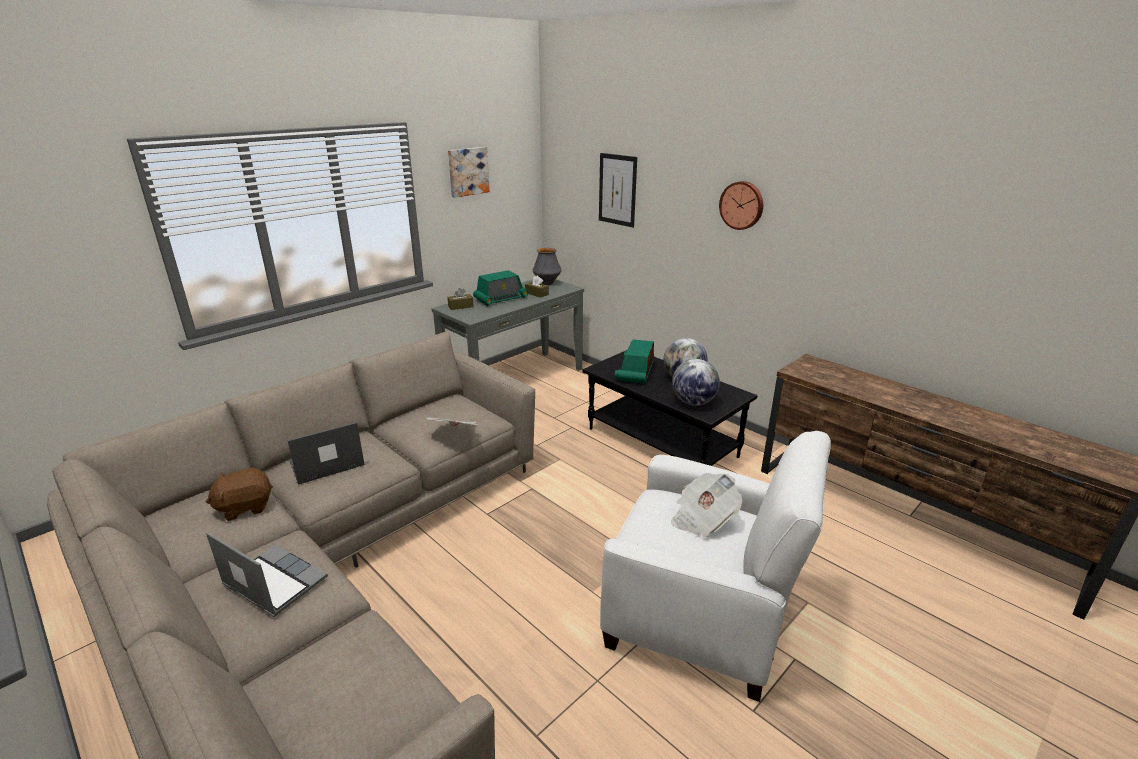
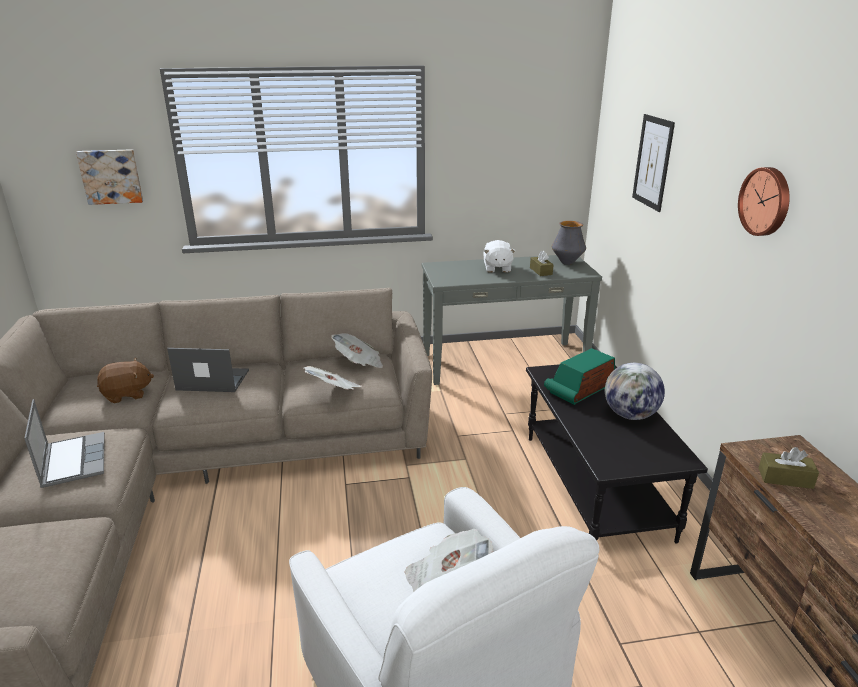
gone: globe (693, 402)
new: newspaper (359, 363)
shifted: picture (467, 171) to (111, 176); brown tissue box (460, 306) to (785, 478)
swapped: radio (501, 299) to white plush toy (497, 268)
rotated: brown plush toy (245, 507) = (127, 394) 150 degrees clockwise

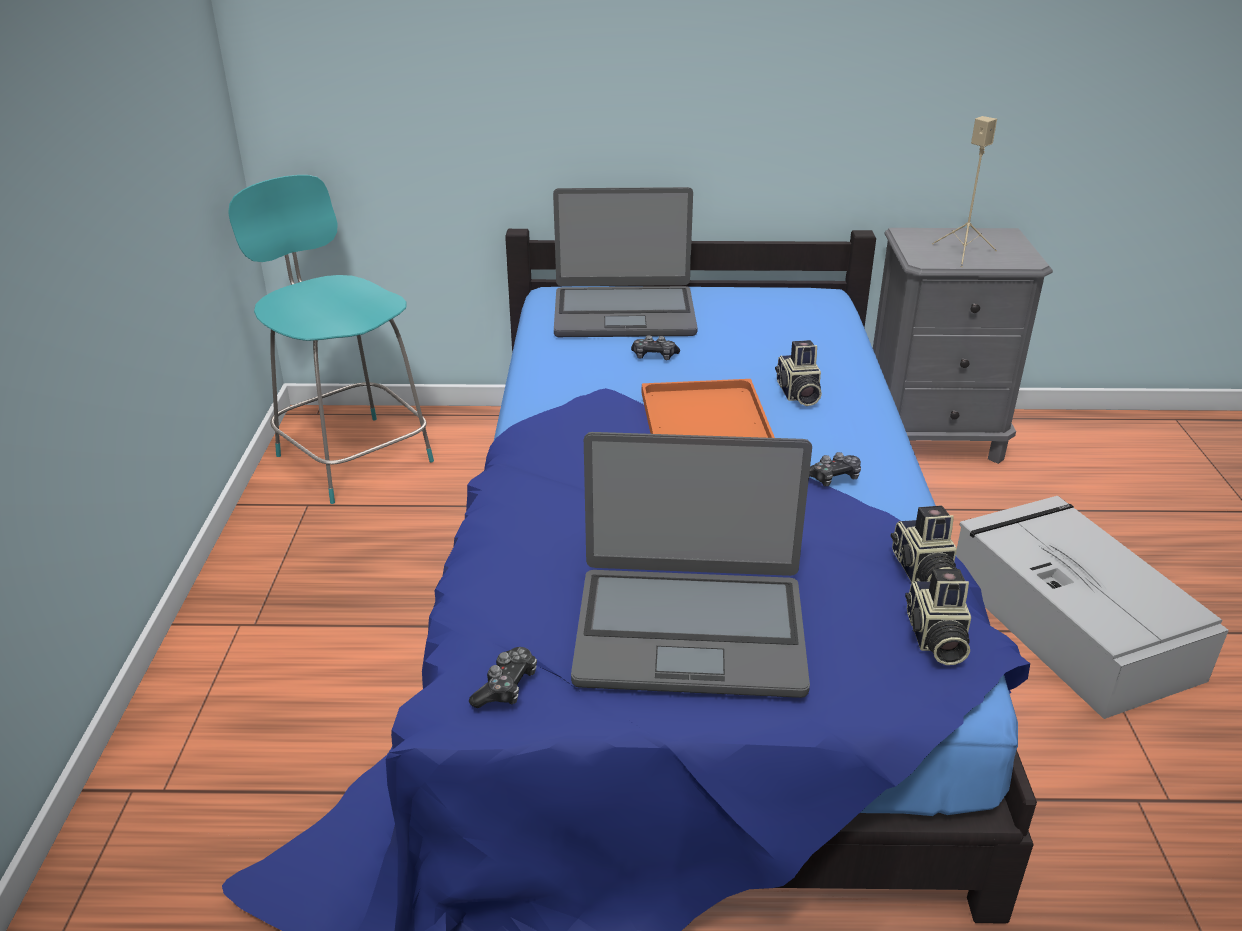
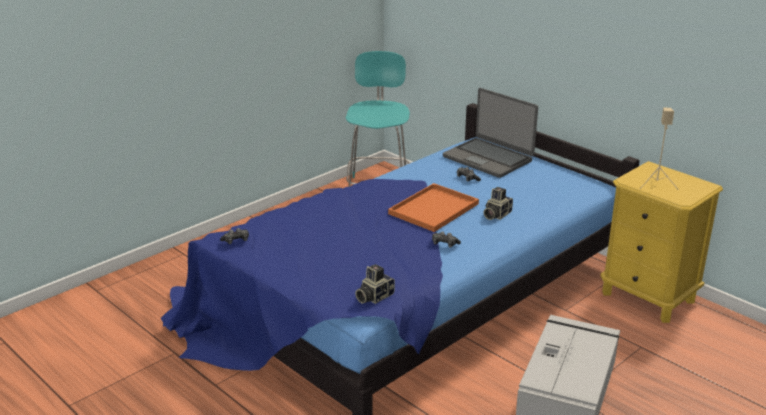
gone: laptop (690, 631); photo camera (922, 572)
repainted: grey nightstand (933, 438) to yellow nightstand (648, 297)

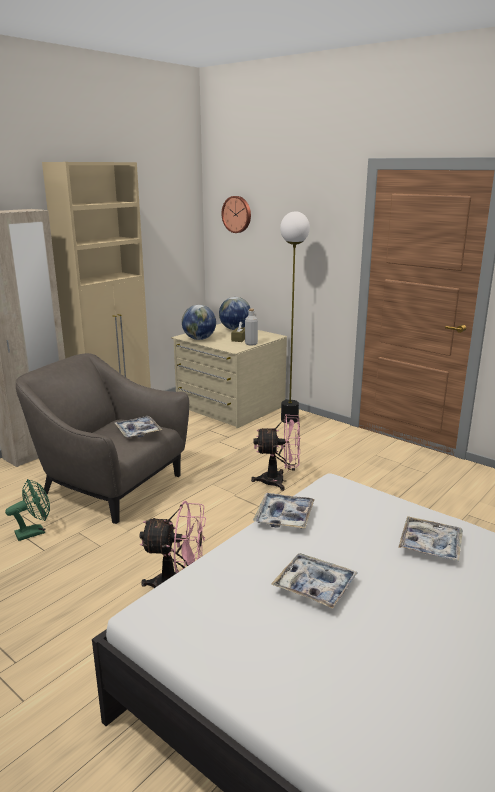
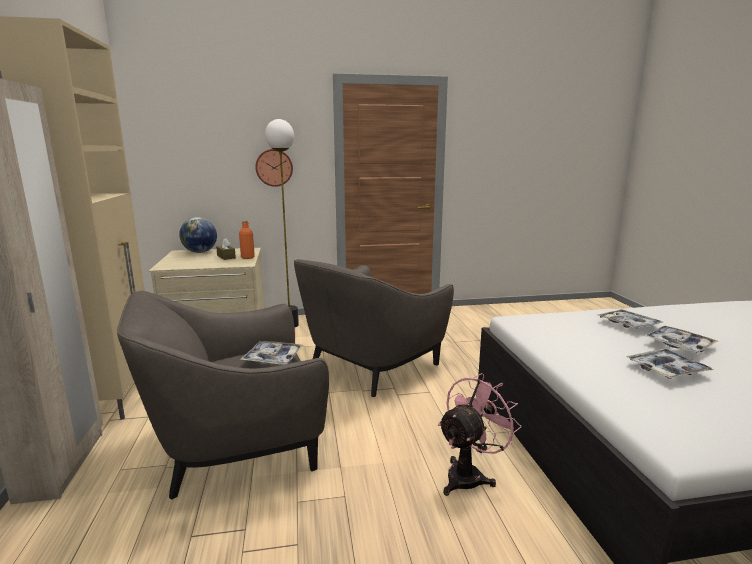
gone: green fan (35, 532); globe (199, 339)
shifted: wall clock (237, 214) to (274, 167); tray (284, 516) to (678, 345)
swapped: pink fan (279, 481) to grey armchair (371, 365)
repainted: grey bottle (251, 344) to orange bottle (247, 257)

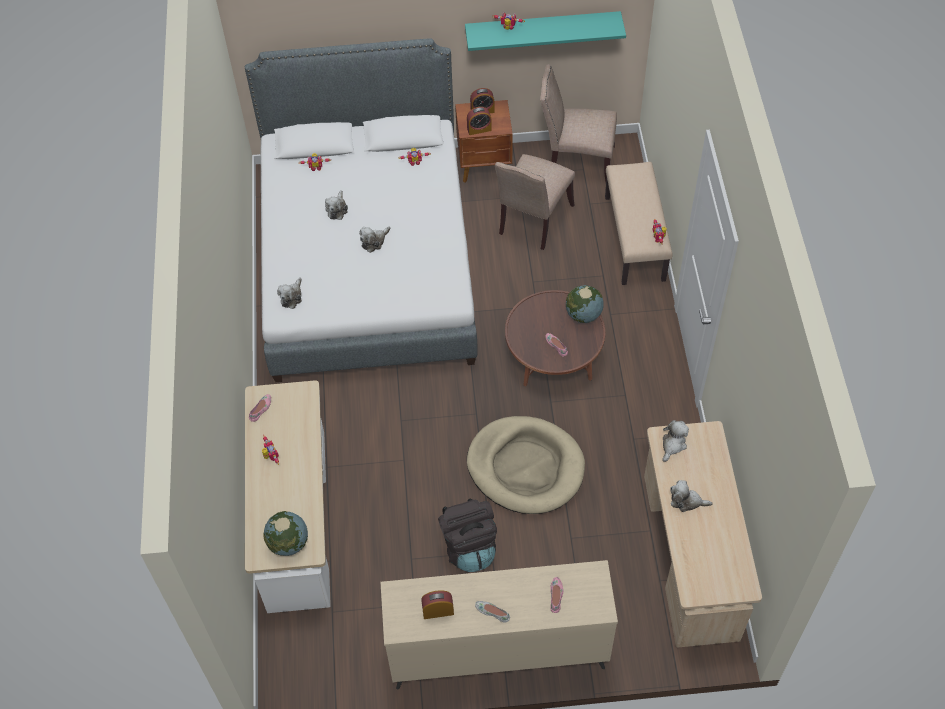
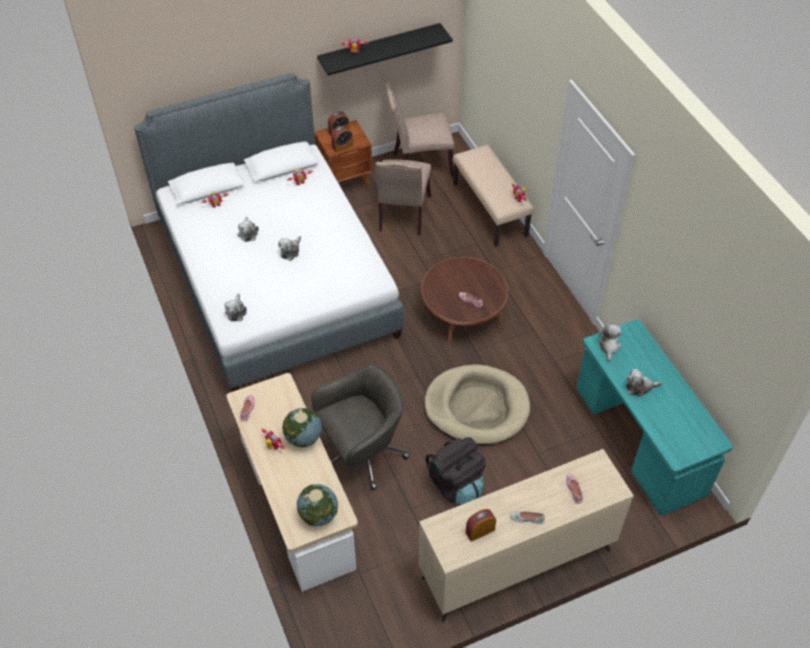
new: grey office chair (362, 453)
shifted: globe (583, 315) to (303, 438)
repainted: turquoise shelf (542, 28) to black shelf (379, 49); beige desk (690, 556) to turquoise desk (639, 441)

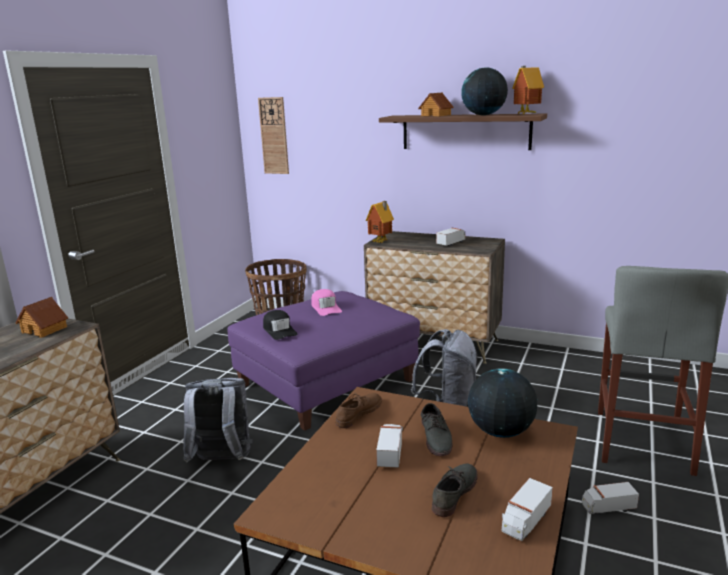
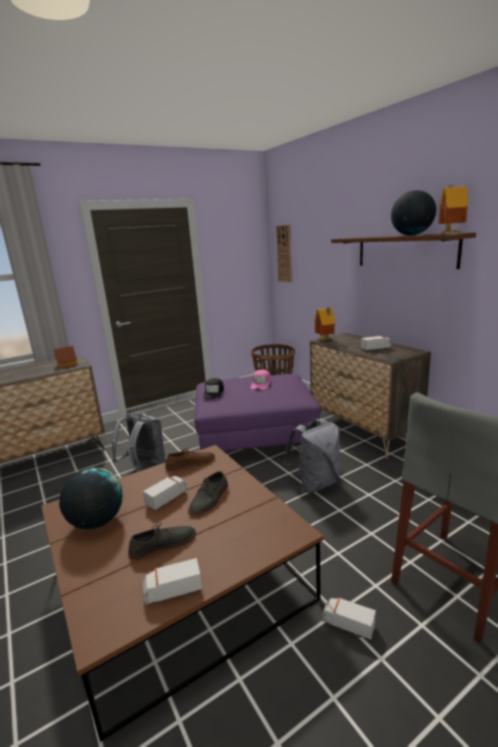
gone: toy house (436, 115)
shifted: globe (500, 432) to (97, 522)

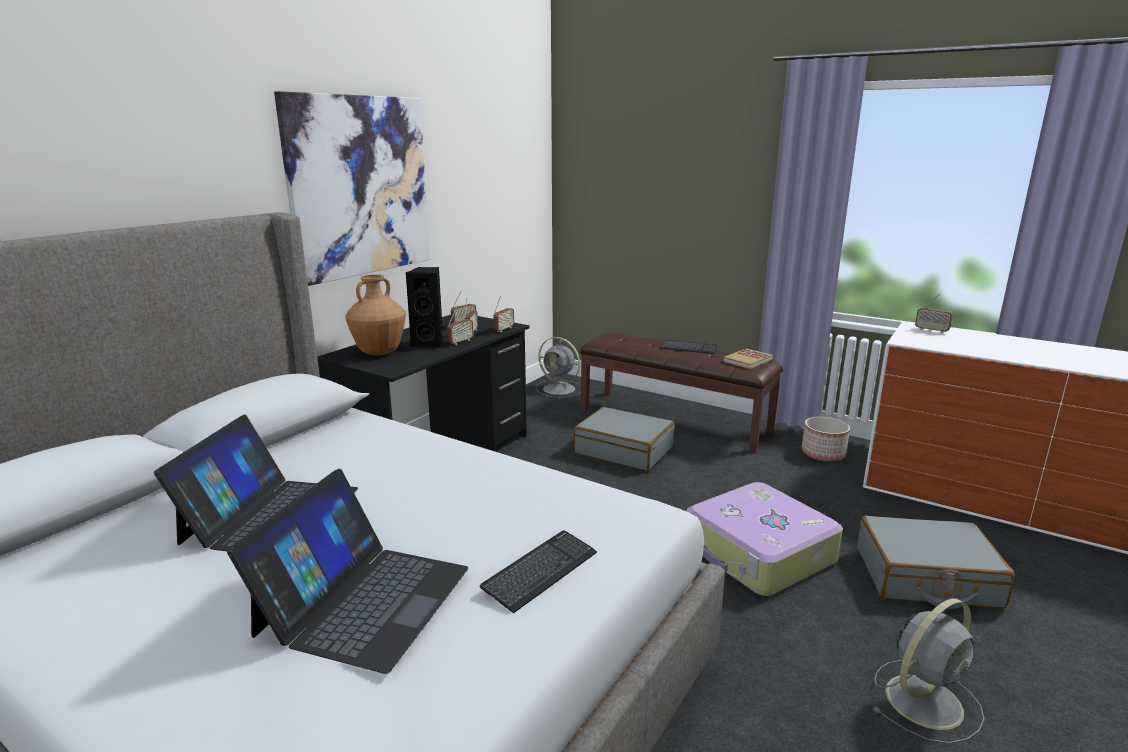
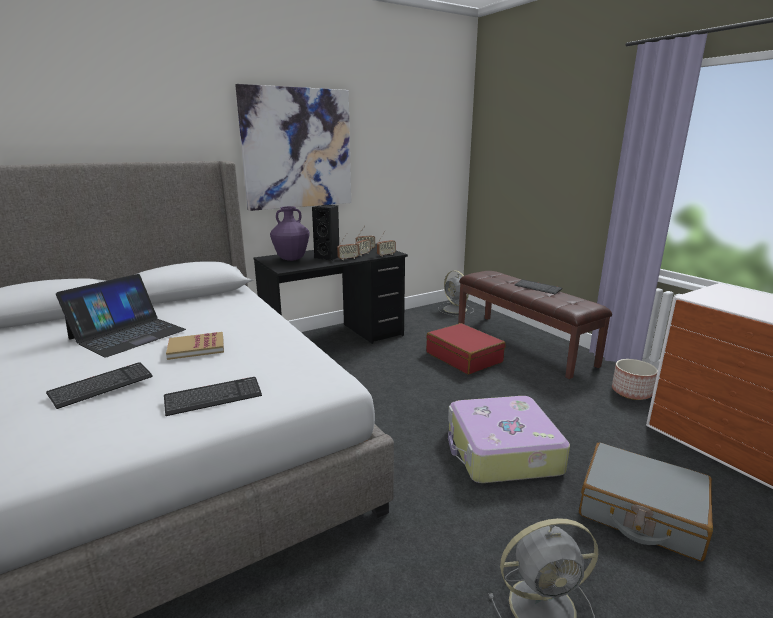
gone: radio (931, 330)
shifted: book (747, 361) to (196, 348)
swapped: laptop (364, 600) to keyboard (102, 386)
repainted: brown vase (379, 353) to purple vase (291, 259); grey suitcase (624, 450) to red suitcase (464, 357)

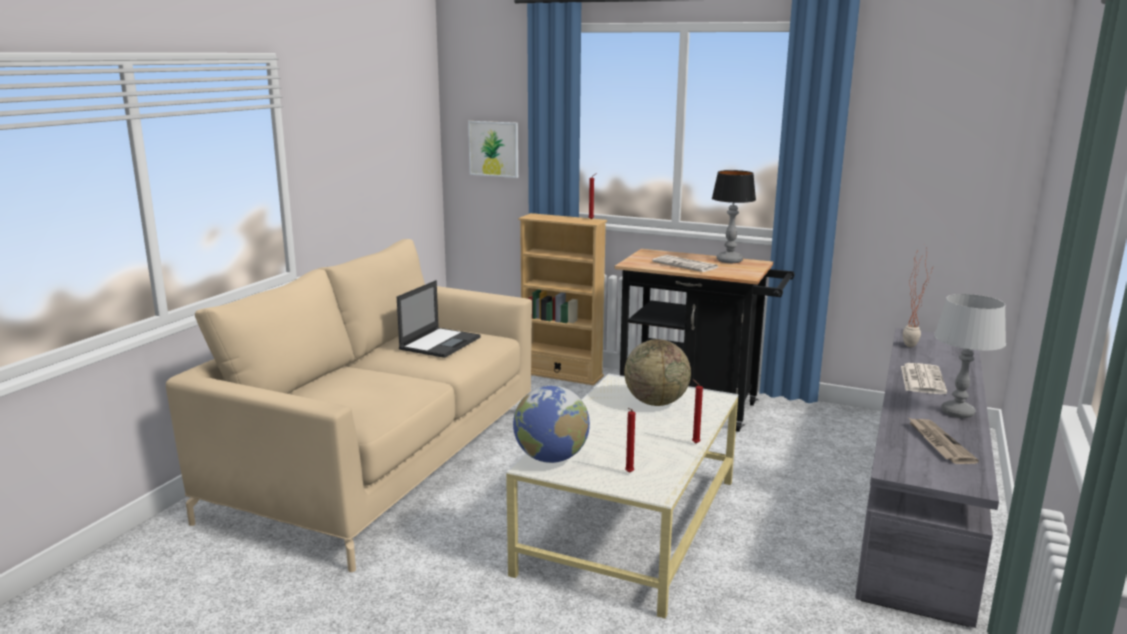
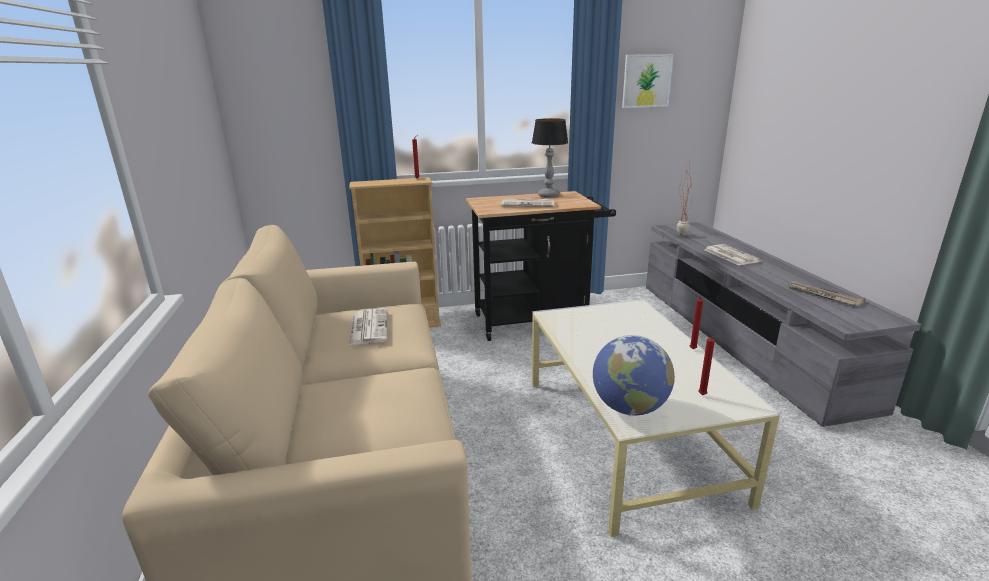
gone: globe (656, 402); grey table lamp (957, 412)
shifted: picture (494, 149) to (646, 81)
swapped: laptop (440, 343) to newspaper (368, 327)

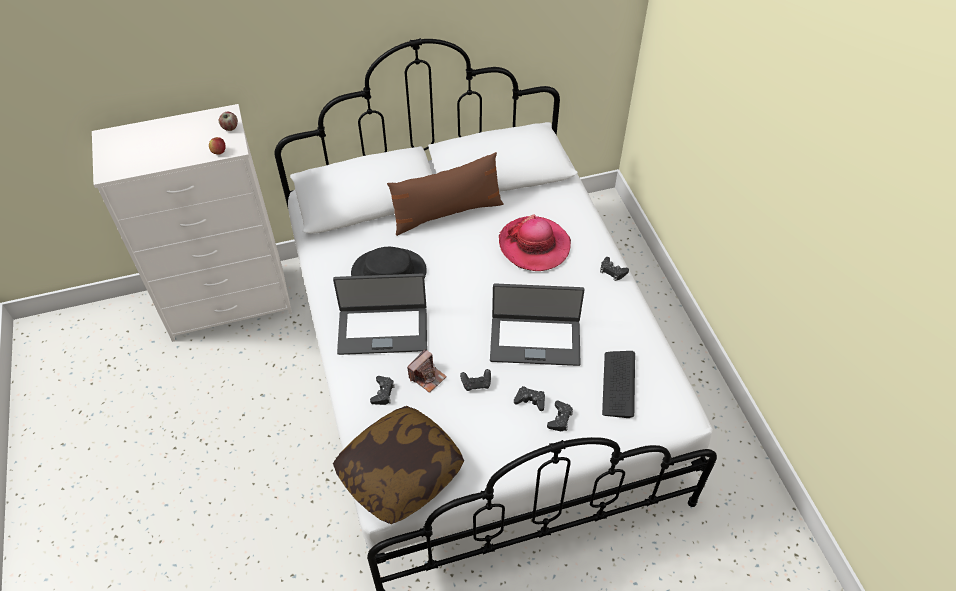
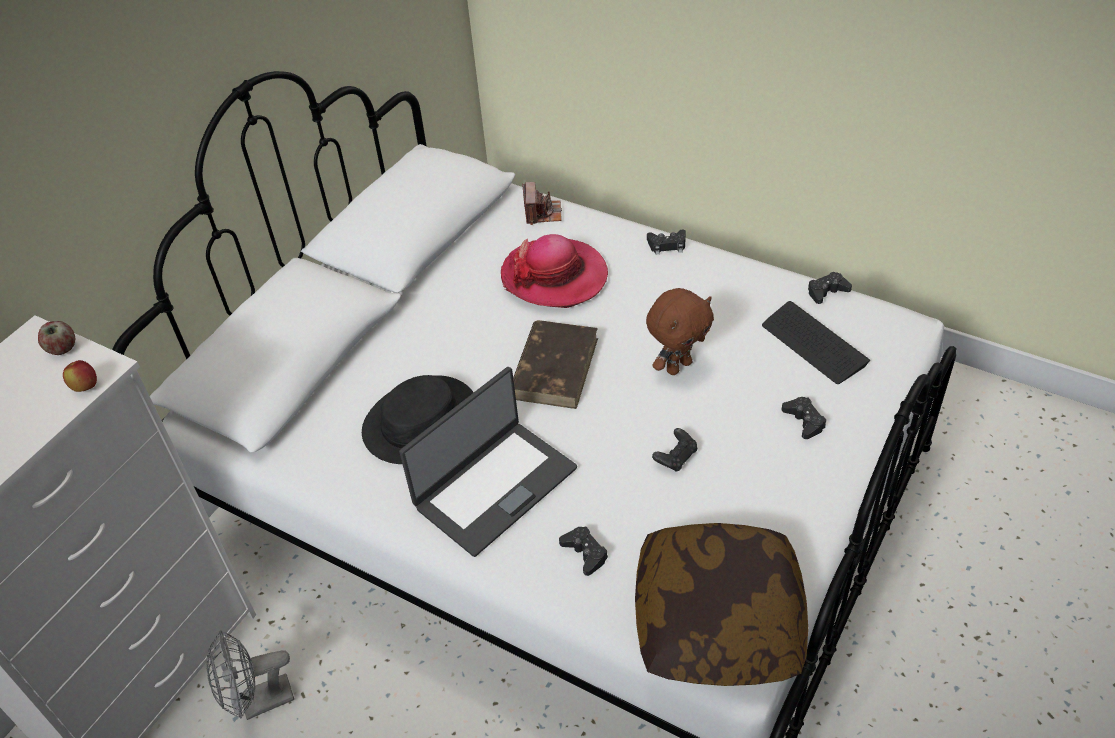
gone: brown pillow (447, 213)
new: grey fan (259, 703); brown book (554, 367)
shifted: photo camera (427, 377) to (542, 213); black game controller (530, 400) to (827, 291)
swapped: laptop (535, 340) to brown plush toy (678, 366)

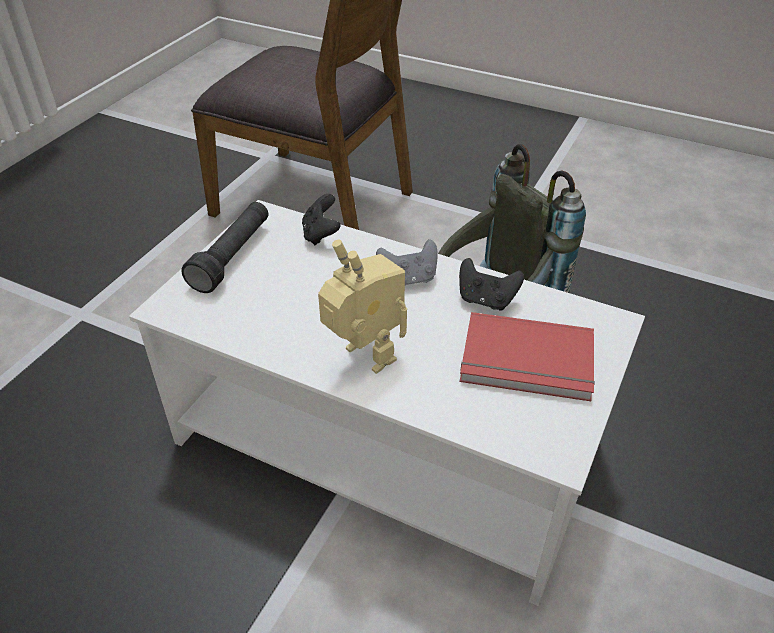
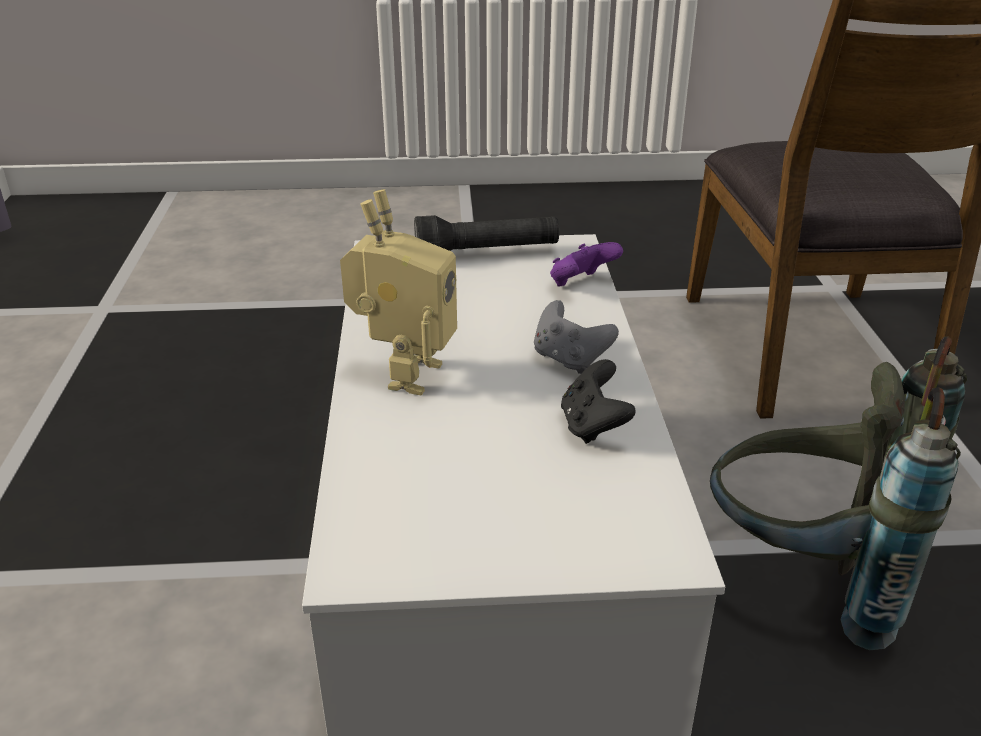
gone: red book (527, 362)
repainted: black game controller (321, 234) to purple game controller (581, 284)

